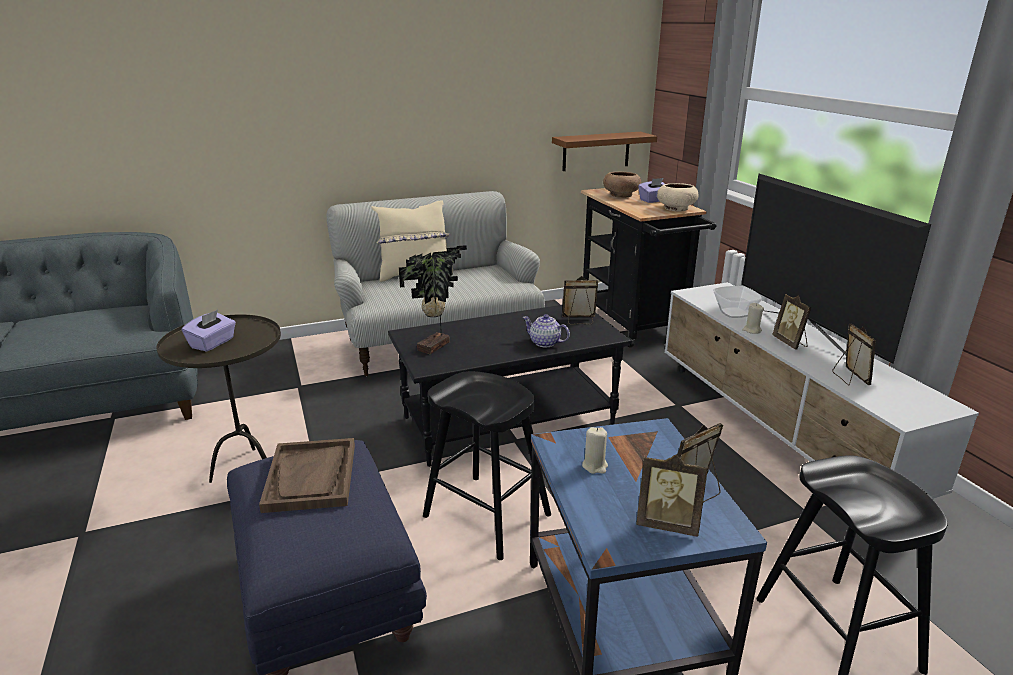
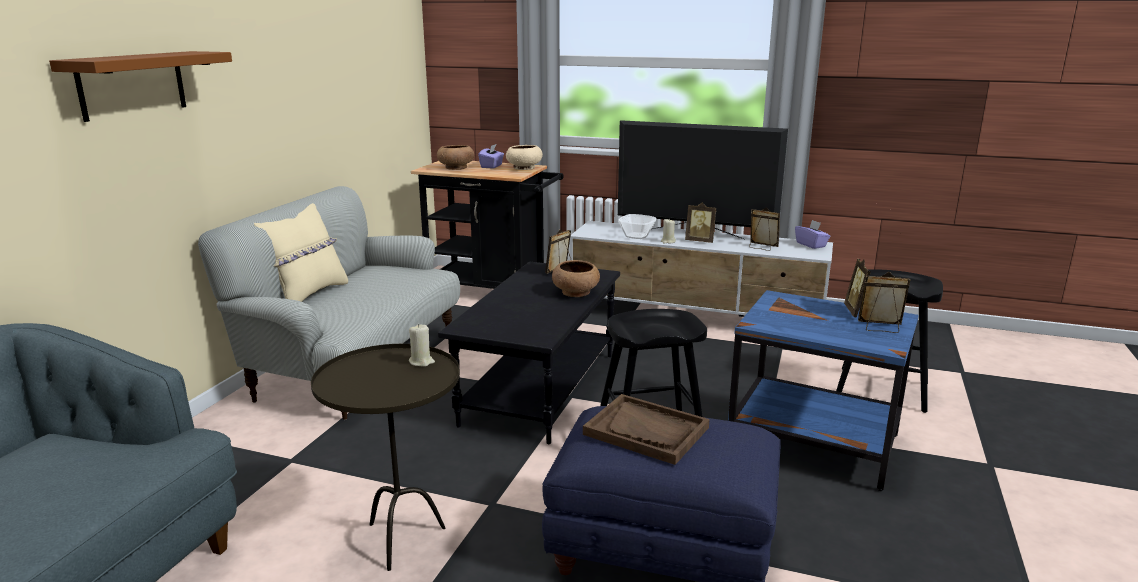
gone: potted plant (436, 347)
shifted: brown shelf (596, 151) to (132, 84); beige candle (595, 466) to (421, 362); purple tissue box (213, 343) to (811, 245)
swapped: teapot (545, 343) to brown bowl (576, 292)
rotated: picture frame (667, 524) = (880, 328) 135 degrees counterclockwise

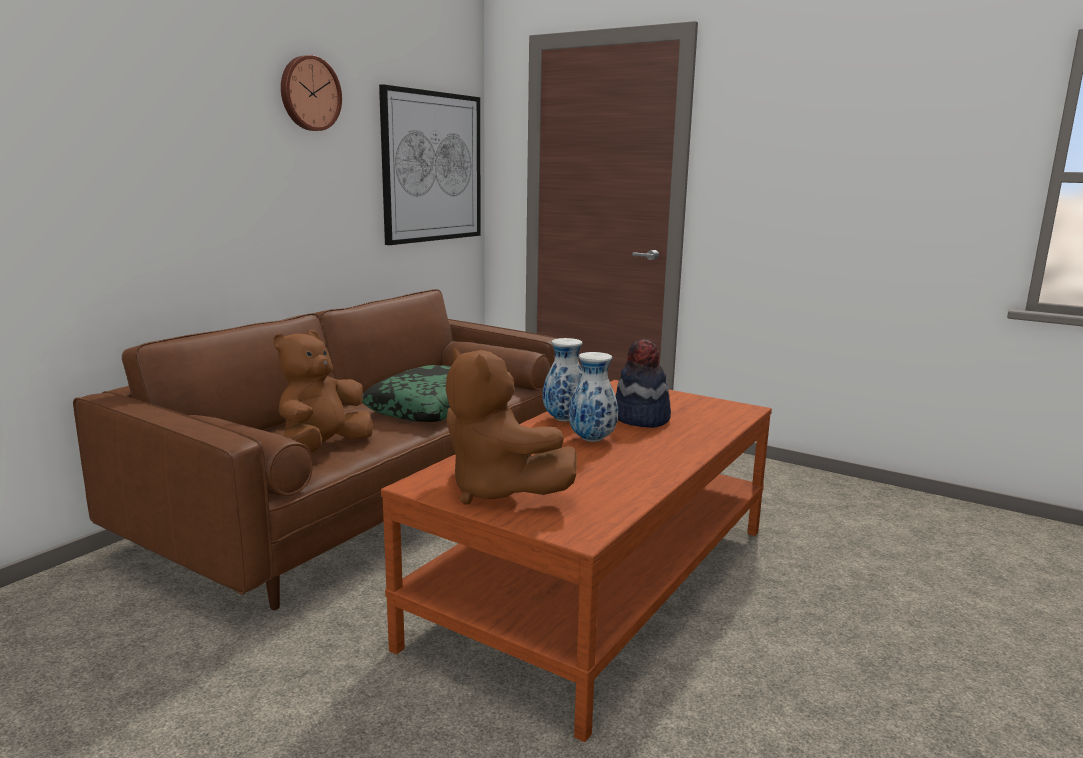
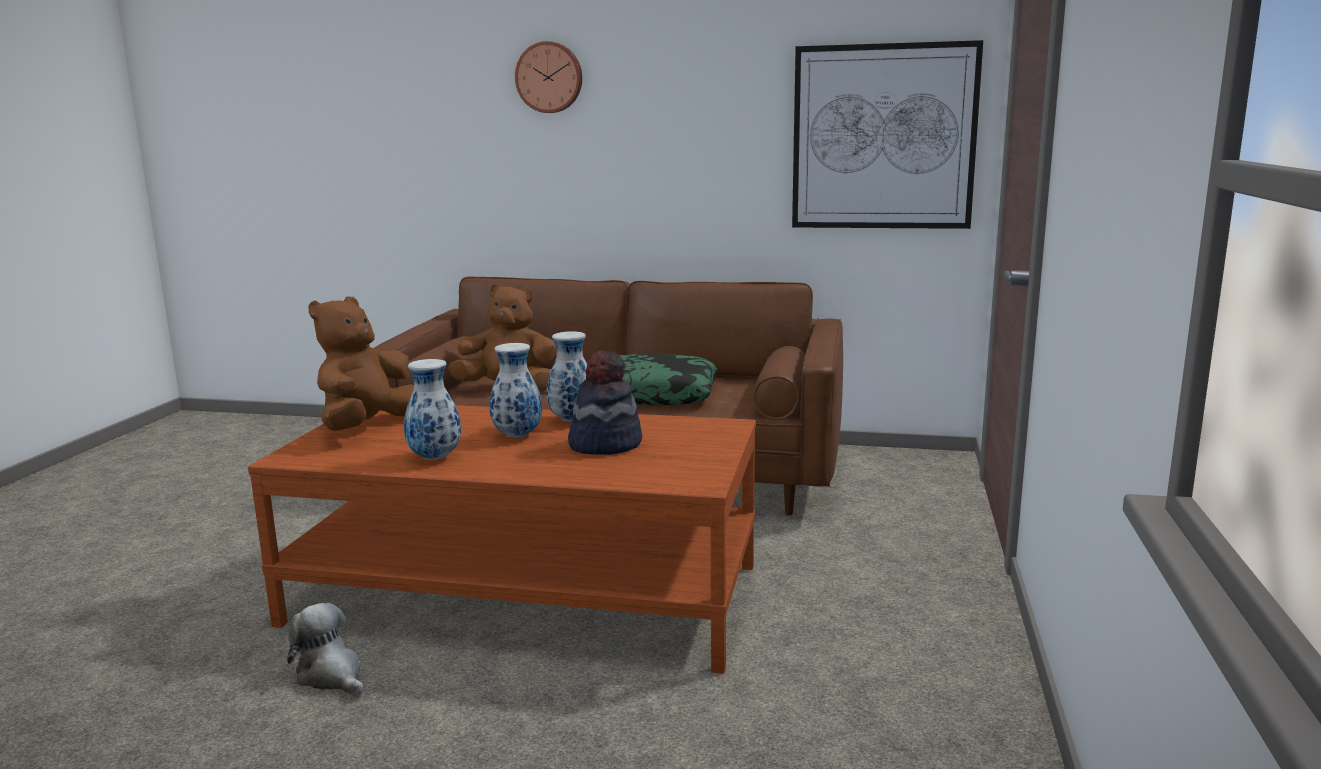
new: plush toy (331, 675); vase (436, 457)
shifted: wall clock (309, 93) to (549, 77)

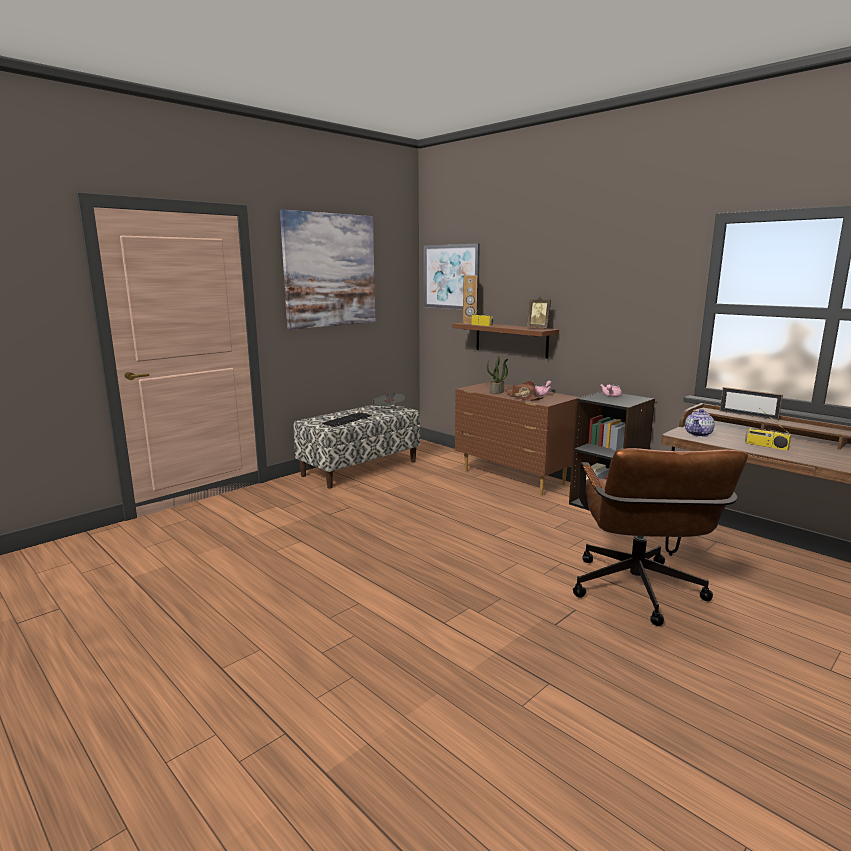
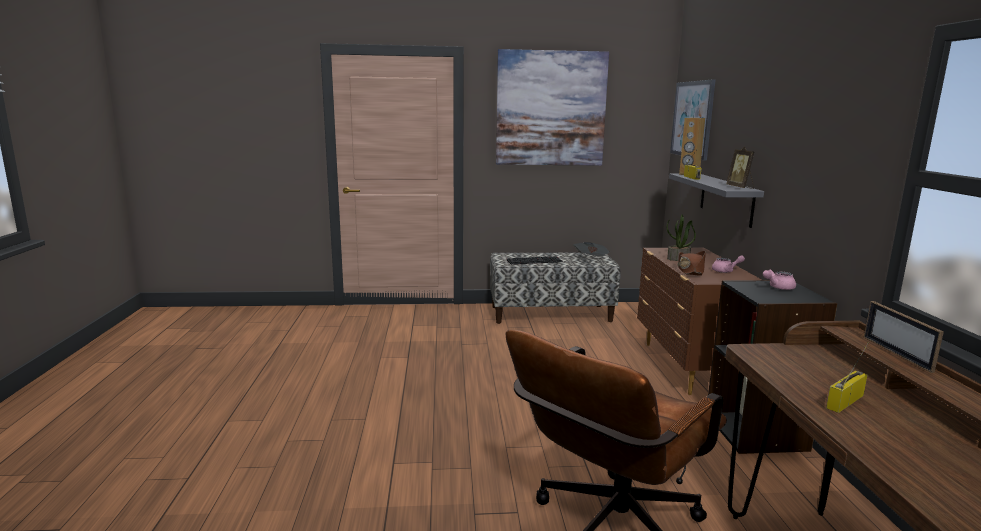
gone: teapot (698, 434)
repainted: brown shelf (511, 339) to grey shelf (726, 199)
rotated: radio (766, 446) = (844, 401) 60 degrees clockwise

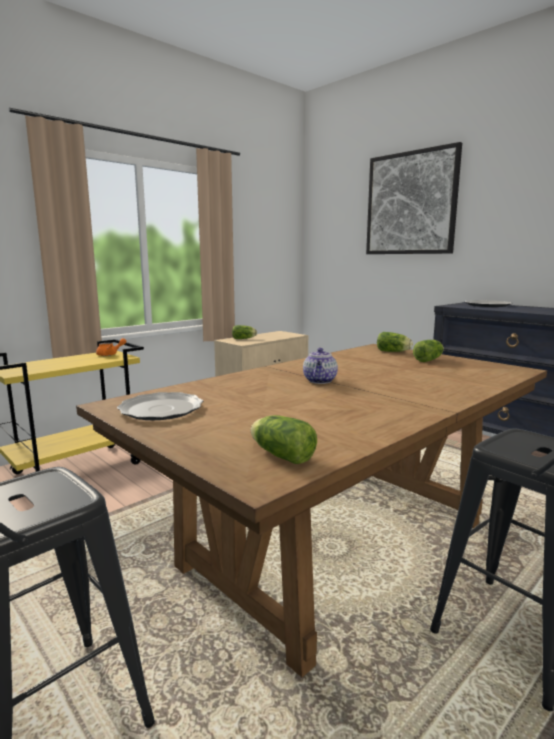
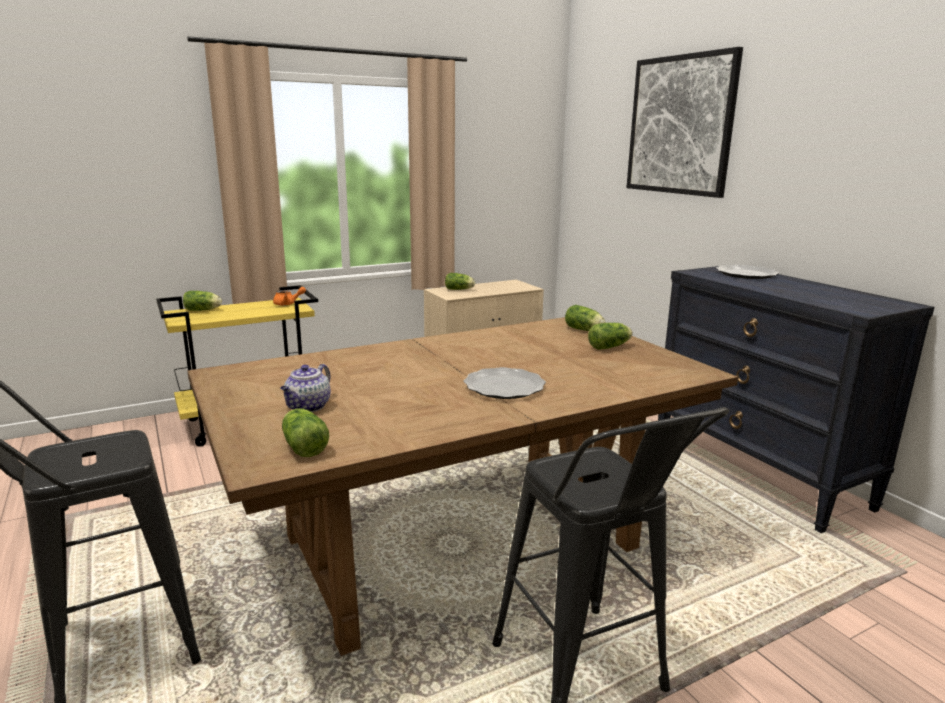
new: lettuce (204, 310)
shifted: teapot (320, 381) to (308, 407); plate (160, 409) to (503, 387)

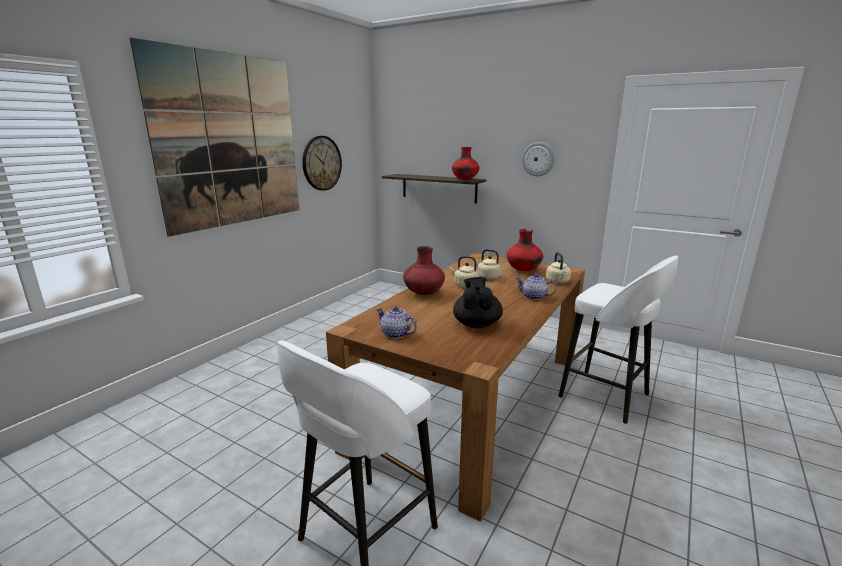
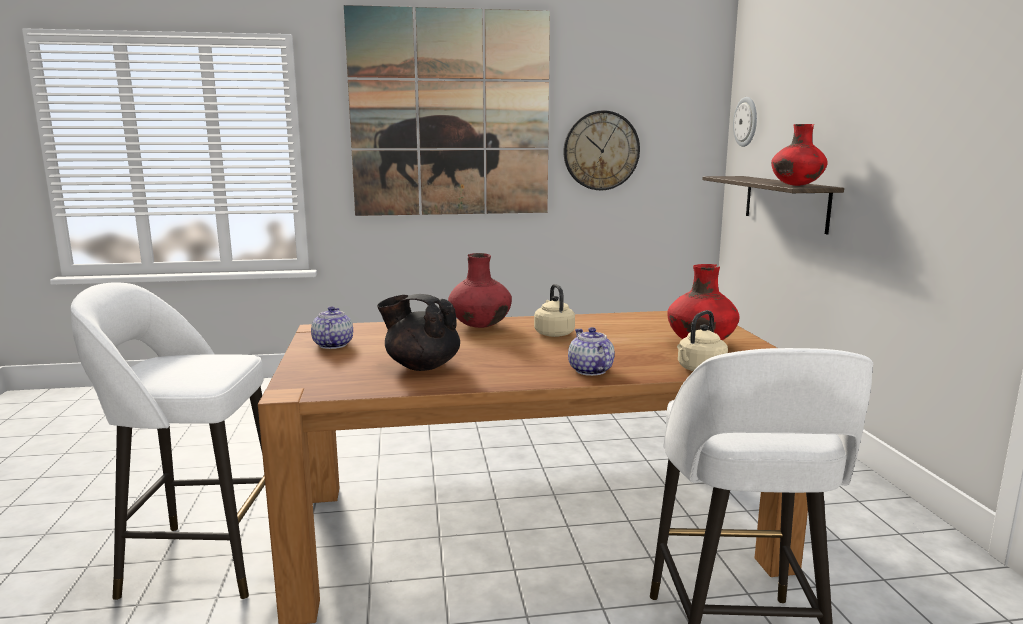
gone: beige kettle (487, 277)
shifted: wall clock (538, 159) to (746, 122)
rotated: black teapot (476, 324) = (421, 366) 120 degrees counterclockwise

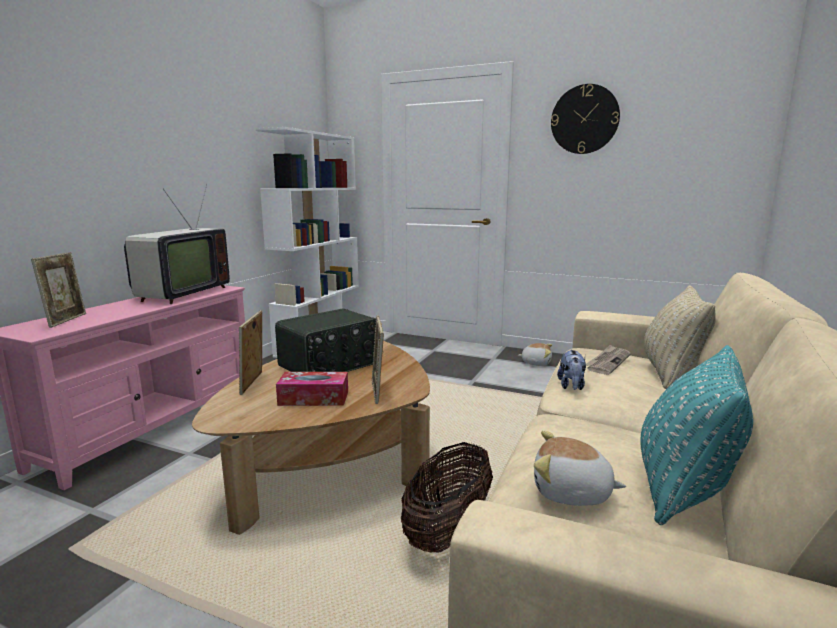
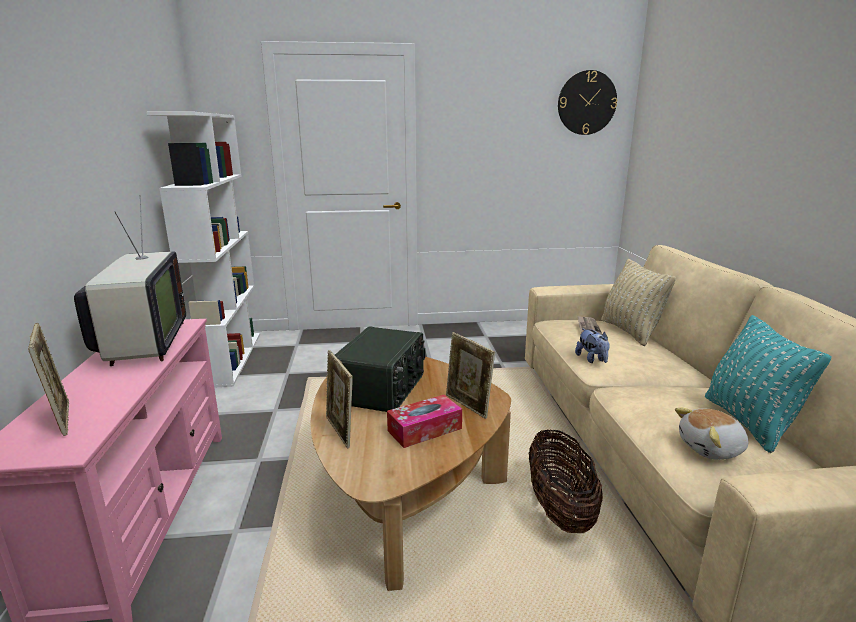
gone: plush toy (536, 363)
shifted: wall clock (584, 119) to (586, 103)

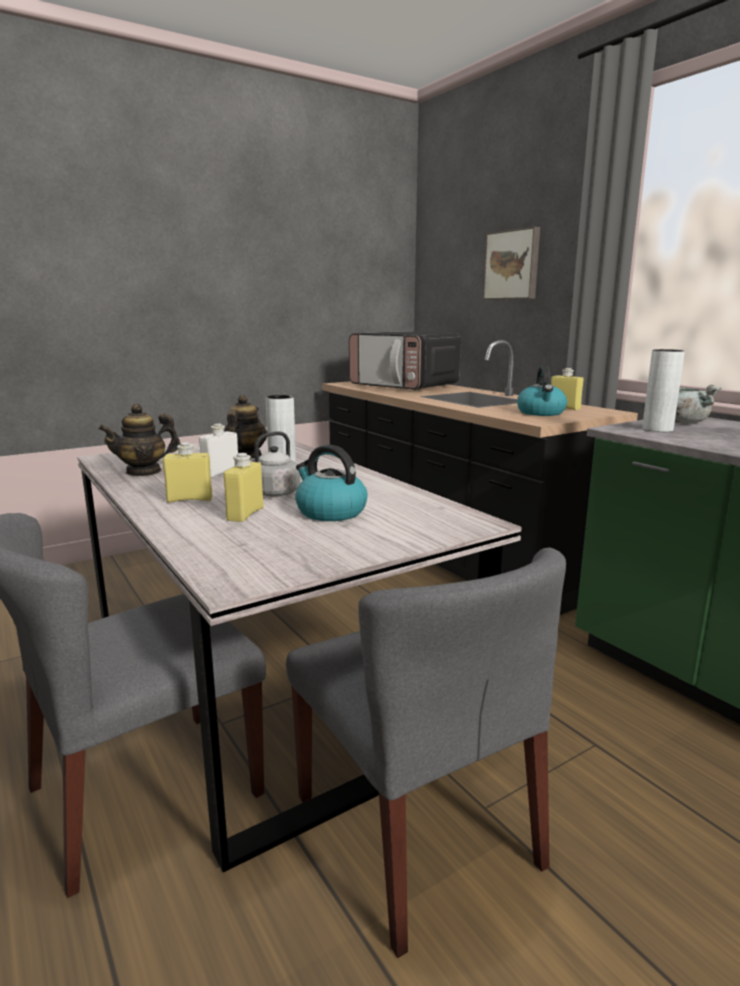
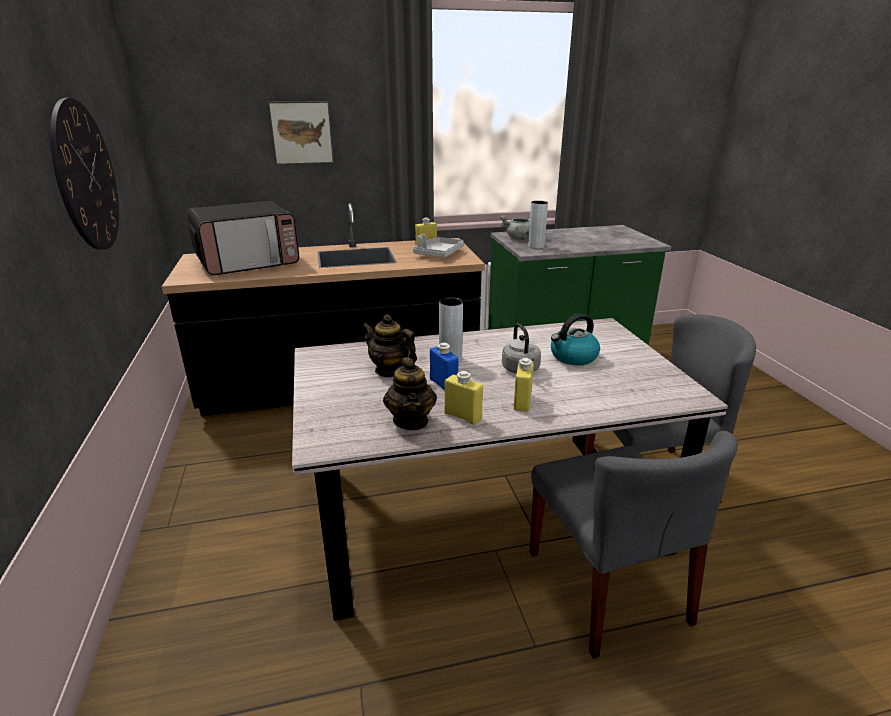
new: wall clock (86, 176)
shifted: yellow bottle (245, 514) to (463, 416)
swapped: kettle (541, 413) to grey tray (438, 254)
repainted: white bottle (221, 473) to blue bottle (443, 385)

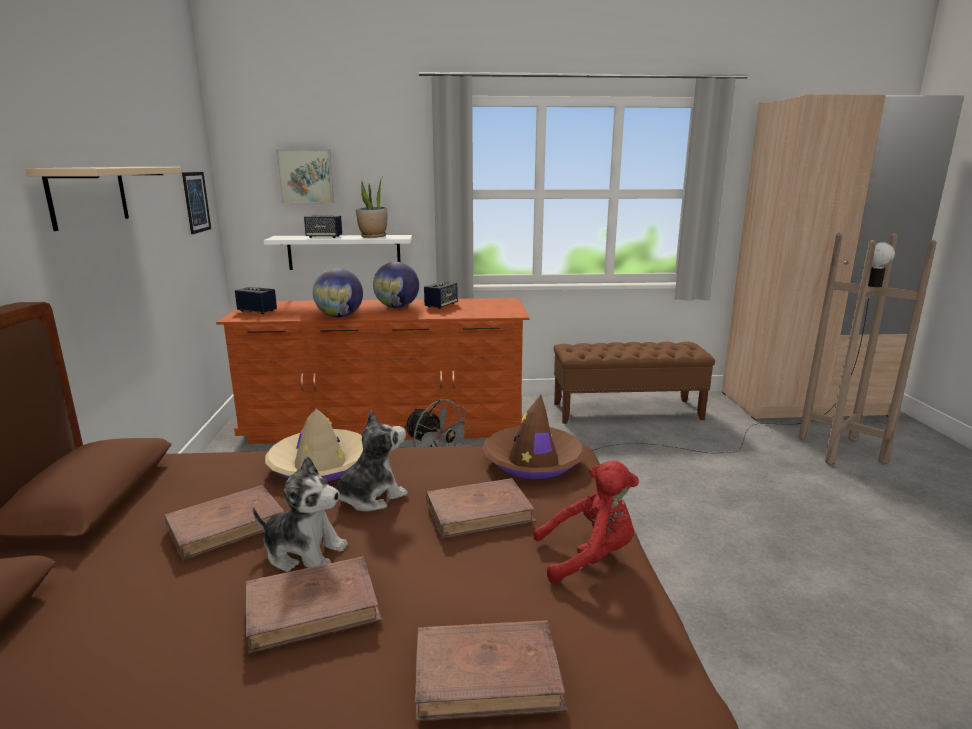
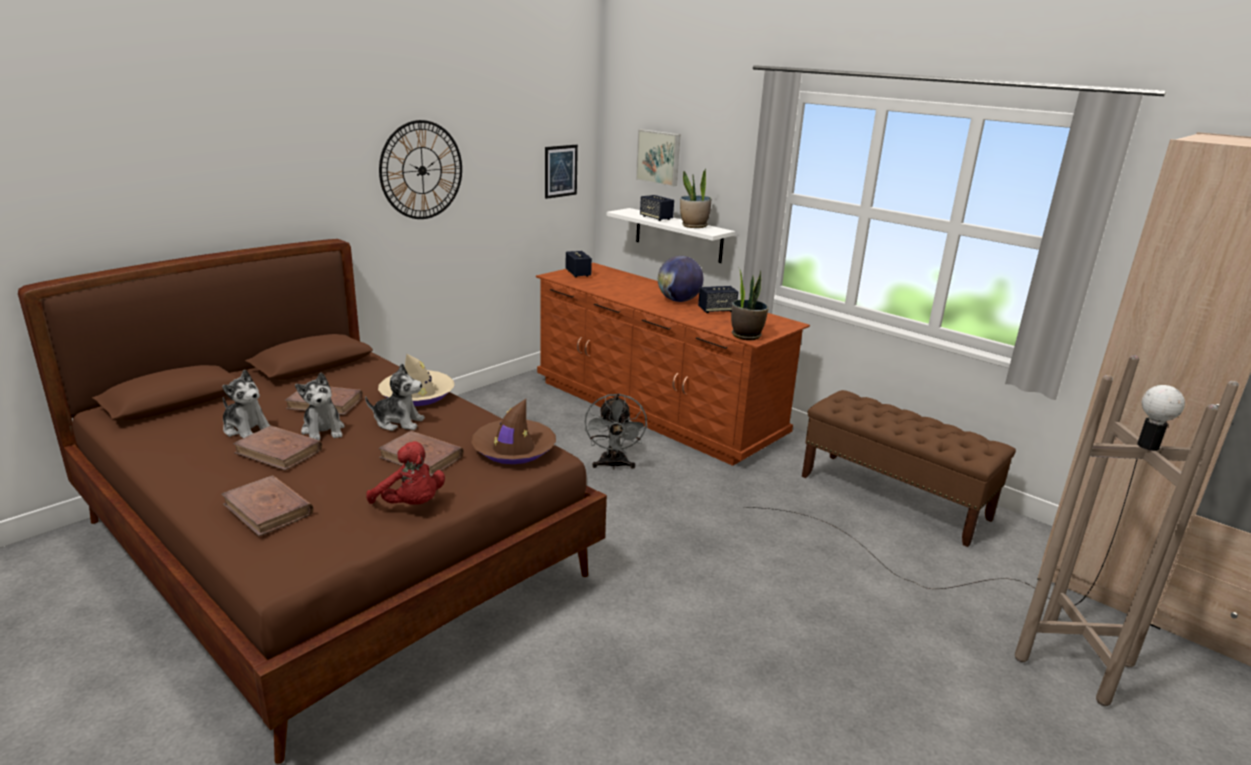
gone: globe (340, 316)
new: plush toy (247, 429); potted plant (746, 335)
swapped: beige shelf (88, 196) to wall clock (422, 170)

